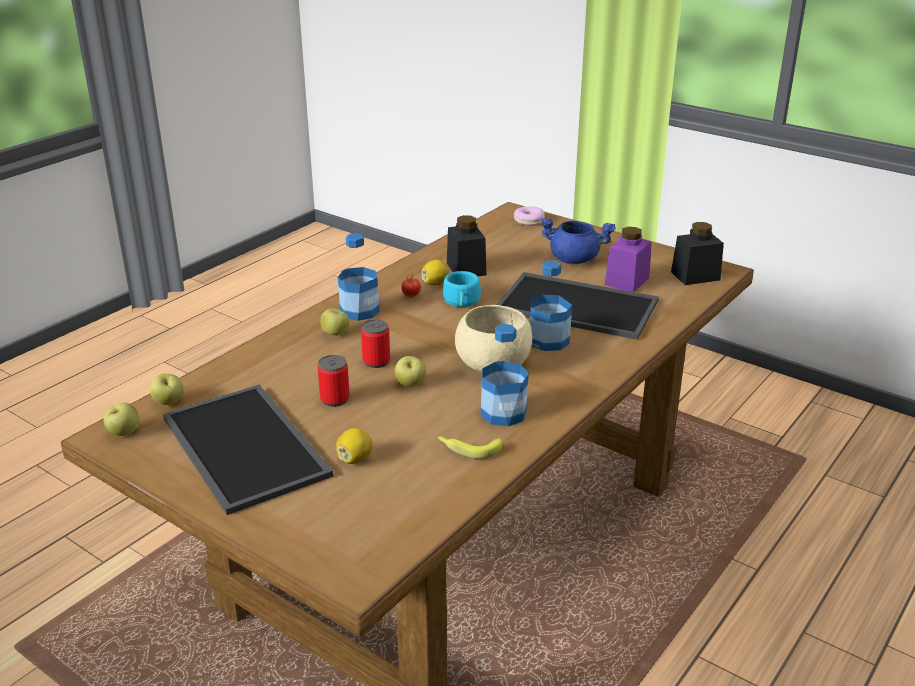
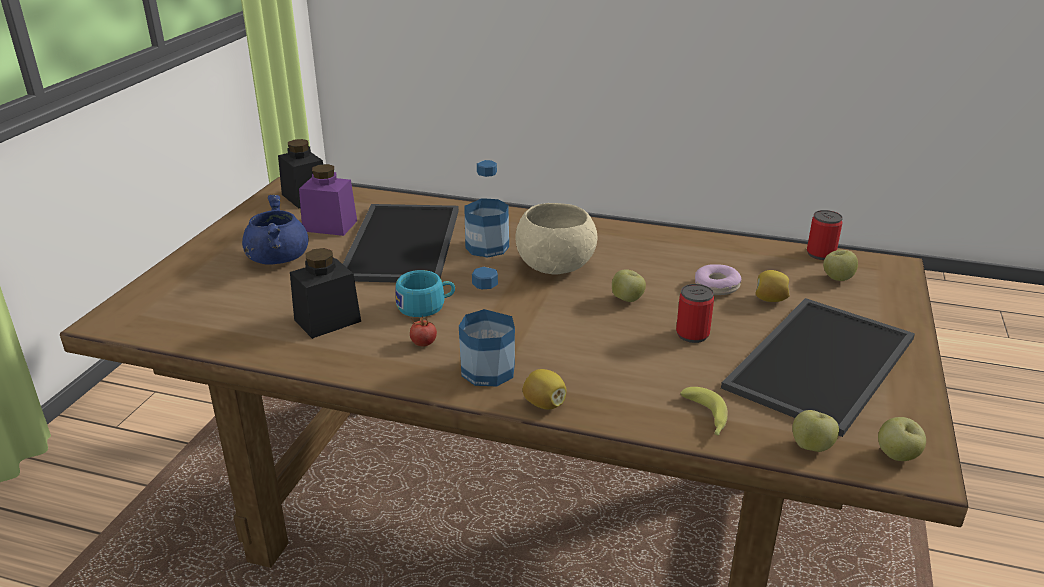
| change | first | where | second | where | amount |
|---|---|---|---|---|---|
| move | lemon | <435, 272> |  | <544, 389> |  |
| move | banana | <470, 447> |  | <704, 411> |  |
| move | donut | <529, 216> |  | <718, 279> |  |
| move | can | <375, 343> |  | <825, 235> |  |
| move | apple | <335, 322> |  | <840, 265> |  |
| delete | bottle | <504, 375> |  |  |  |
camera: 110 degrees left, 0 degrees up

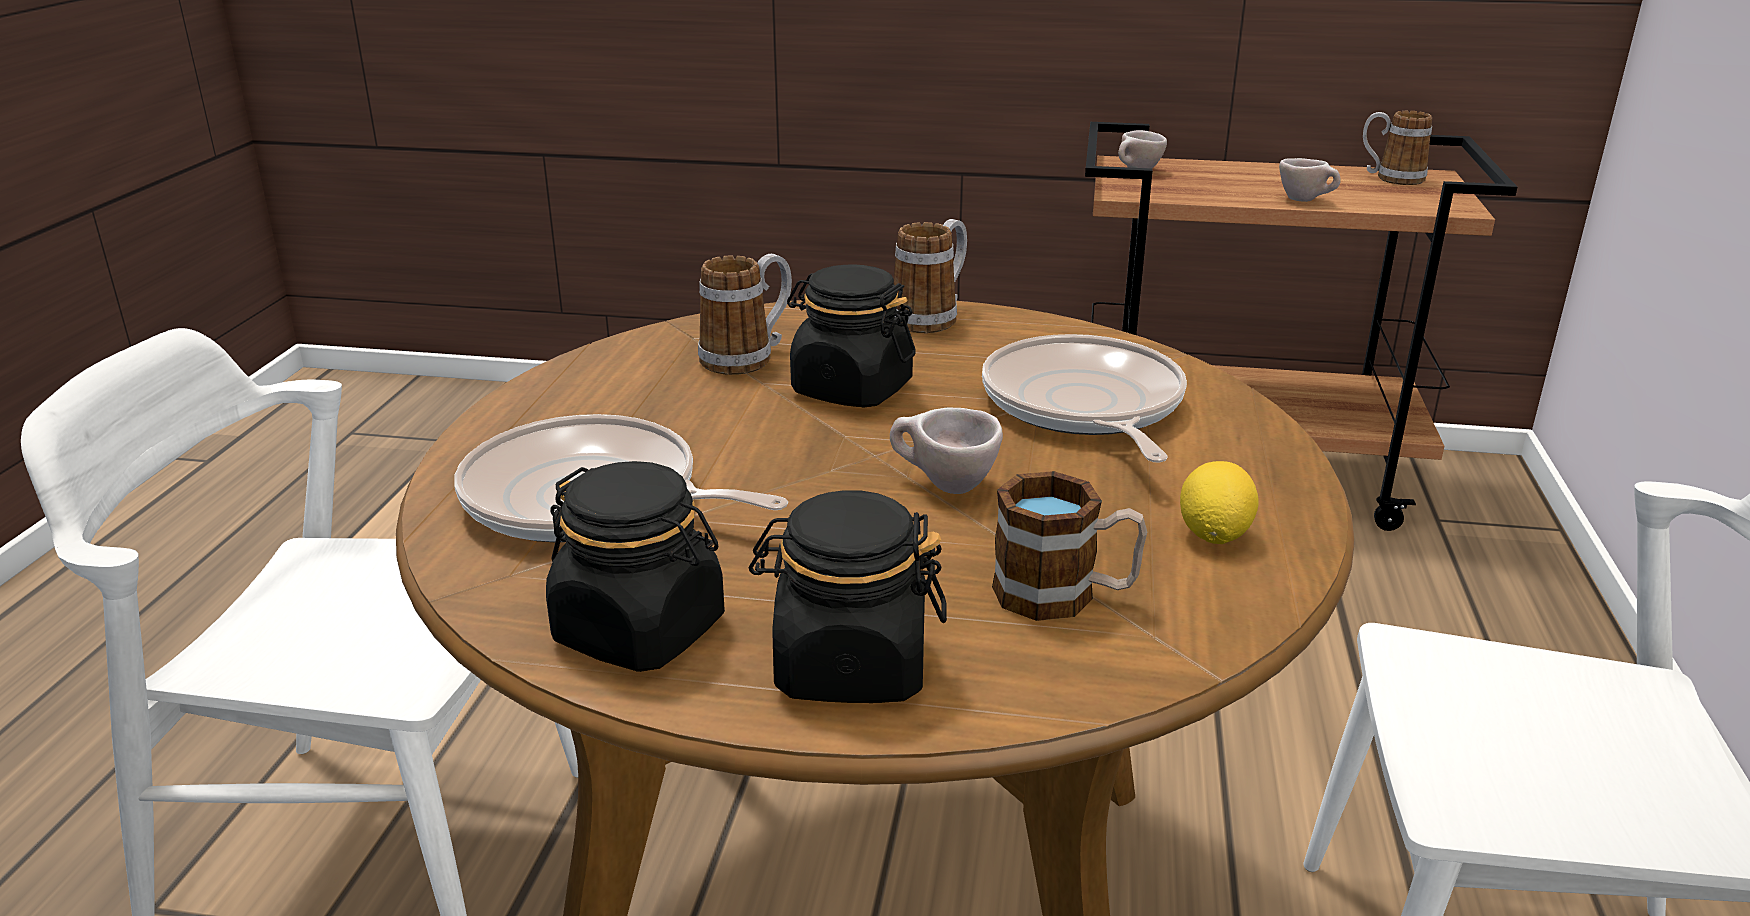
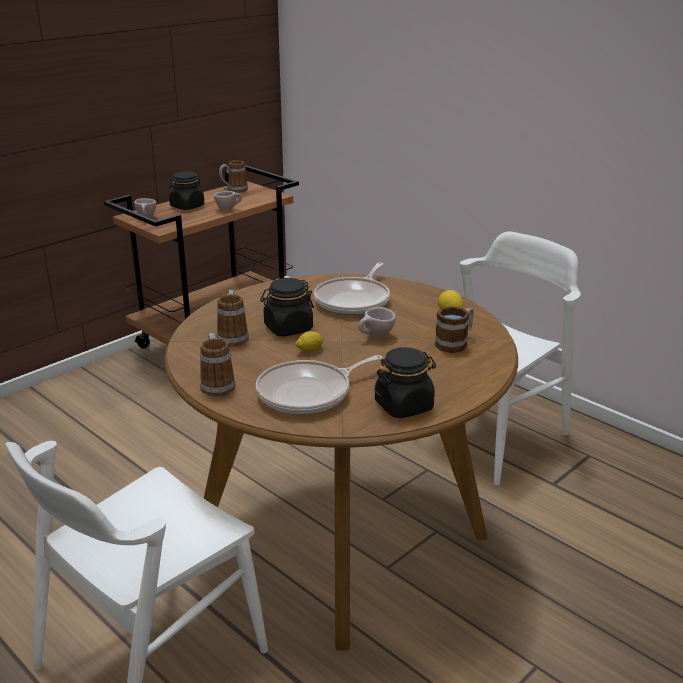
| change | first | where | second | where | amount |
|---|---|---|---|---|---|
| move | black jar | <848, 596> |  | <186, 190> |  |
| move | mug | <930, 276> |  | <218, 364> |  |
| insert |  |  | lemon | <309, 341> |  |
| rotate | frying pan | <1084, 398> |  | <352, 289> | 90 degrees counterclockwise |
camera: 55 degrees left, 0 degrees up

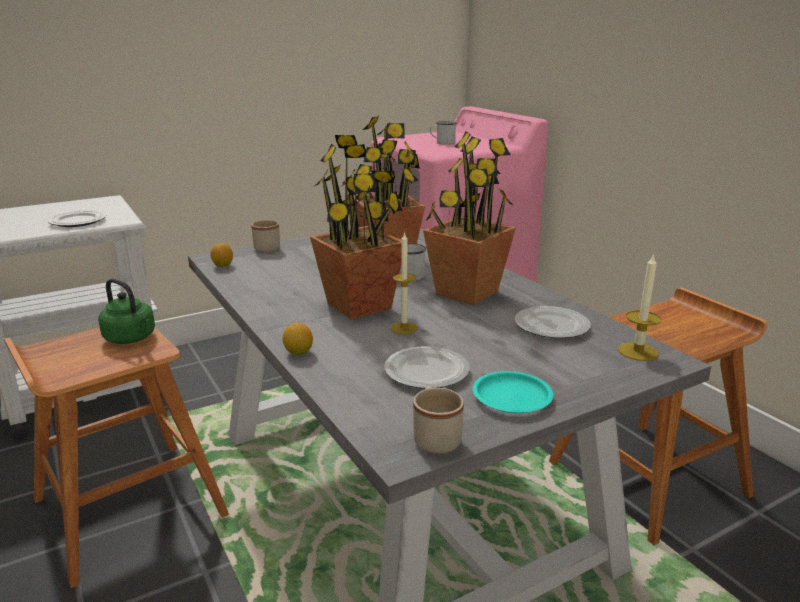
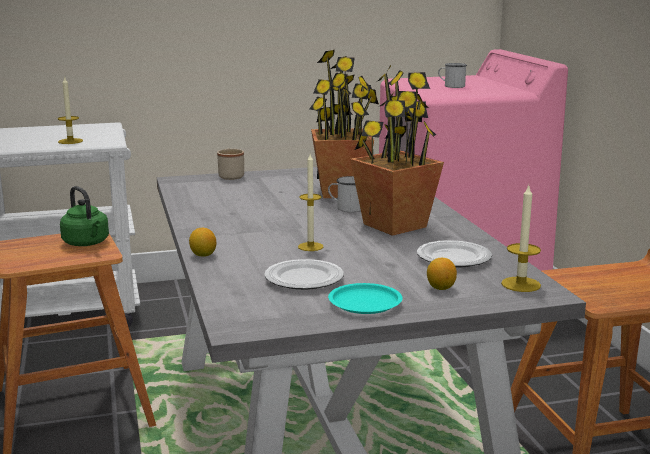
| change | first | where | second | where | amount |
|---|---|---|---|---|---|
| replace | plate | <77, 218> | candle | <70, 110> |  |
| move | lemon | <221, 255> |  | <442, 274> |  |
| delete | potted plant | <356, 227> |  |  |  |
| delete | beige mug | <438, 420> |  |  |  |
camera: 15 degrees right, 5 degrees down

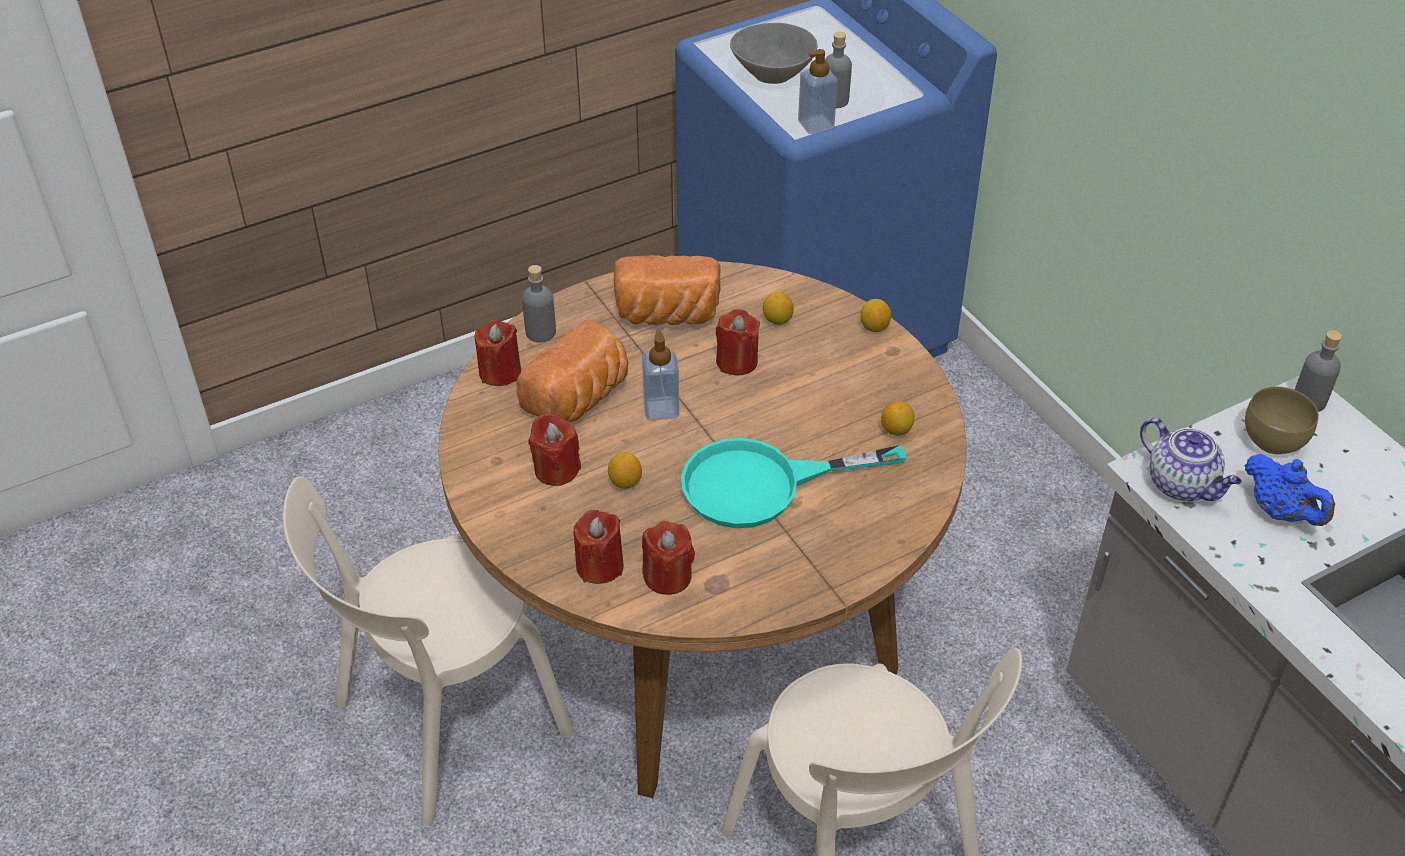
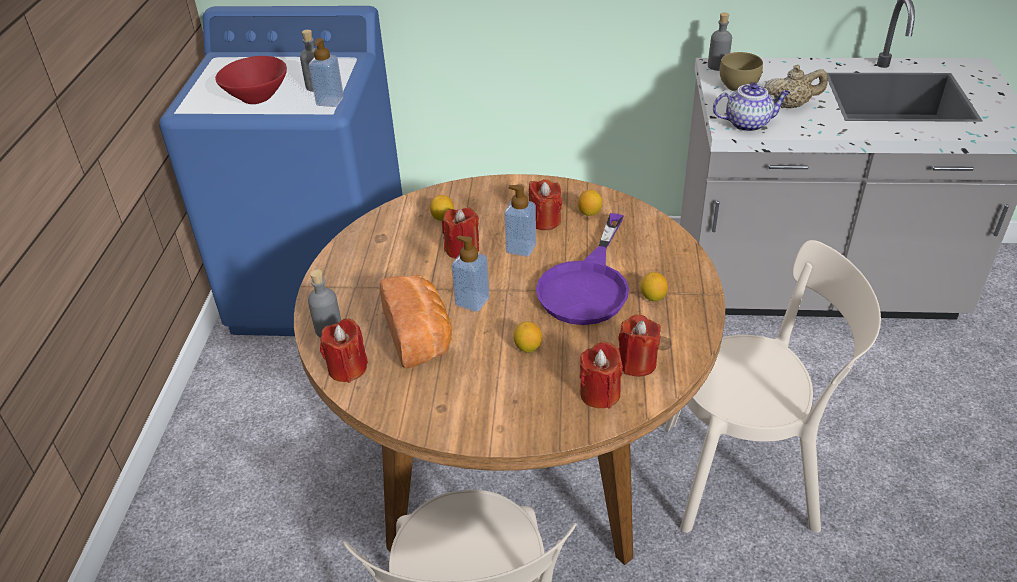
| change | first | where | second | where | amount |
|---|---|---|---|---|---|
| recolor | grey bowl | <774, 53> | red bowl | <251, 80> |  |
| insert |  |  | soap dispenser | <520, 221> |  |
| move | red candle | <554, 449> |  | <545, 204> |  |
| recolor | turquoise frying pan | <794, 483> | purple frying pan | <582, 269> |  |
| move | lemon | <875, 315> |  | <654, 287> |  |
| recolor | blue teapot | <1289, 490> | beige teapot | <796, 86> |  |
| delete | bread | <667, 290> |  |  |  |
camera: 55 degrees left, 5 degrees down

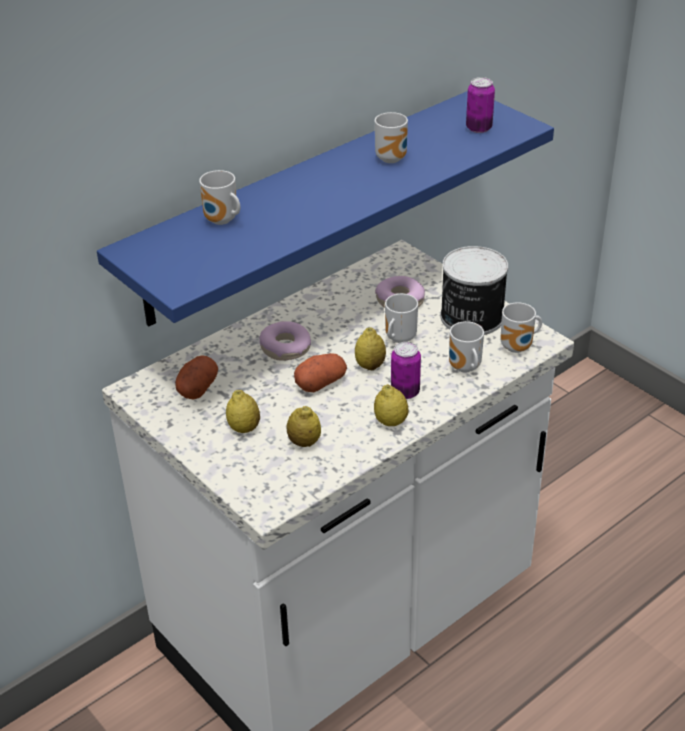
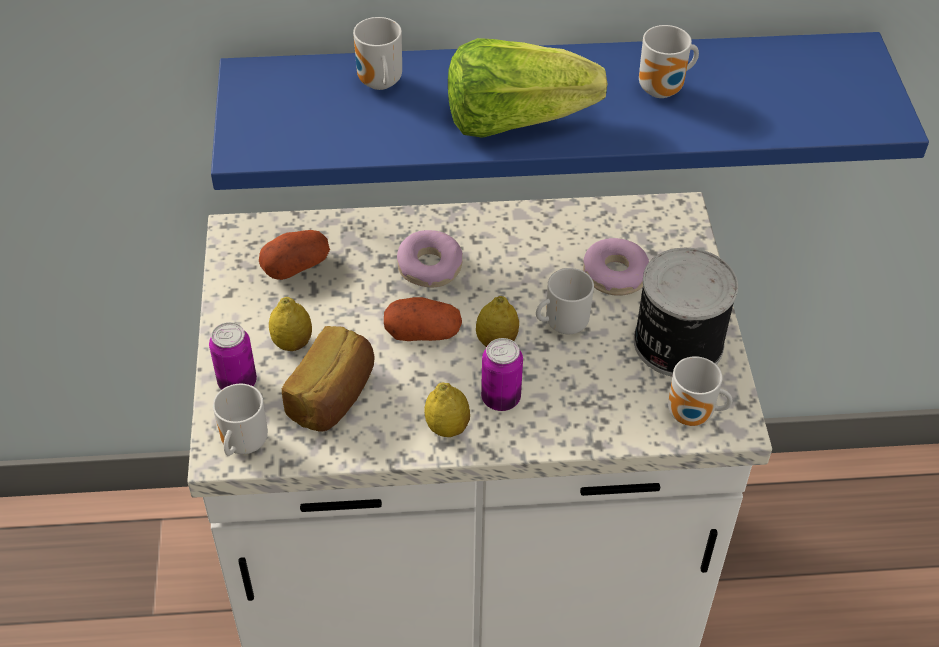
| change | first | where | second | where | amount |
|---|---|---|---|---|---|
| move | can | <480, 105> |  | <233, 356> |  |
| move | mug | <466, 346> |  | <240, 420> |  |
| replace | lemon | <304, 426> | bread | <328, 378> |  |
| insert |  |  | lettuce | <528, 88> |  |
camera: 35 degrees right, 10 degrees up

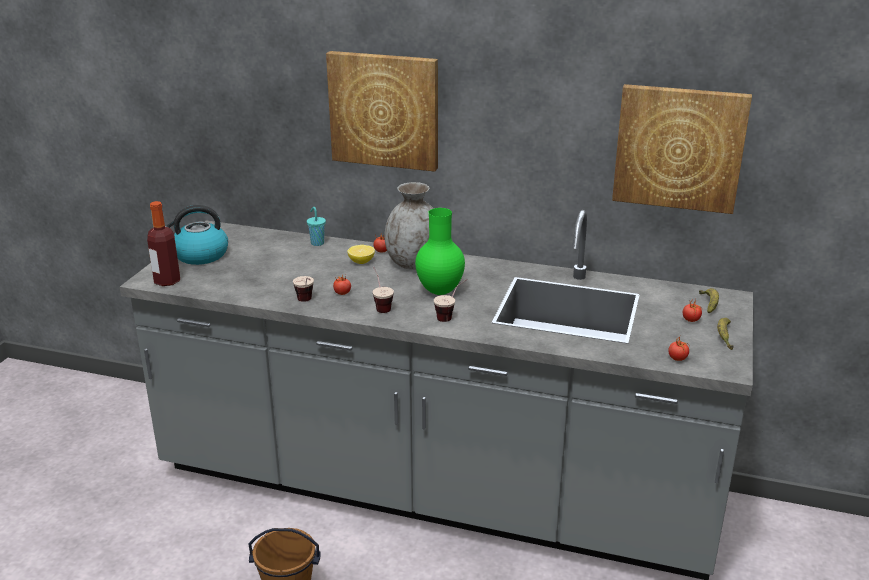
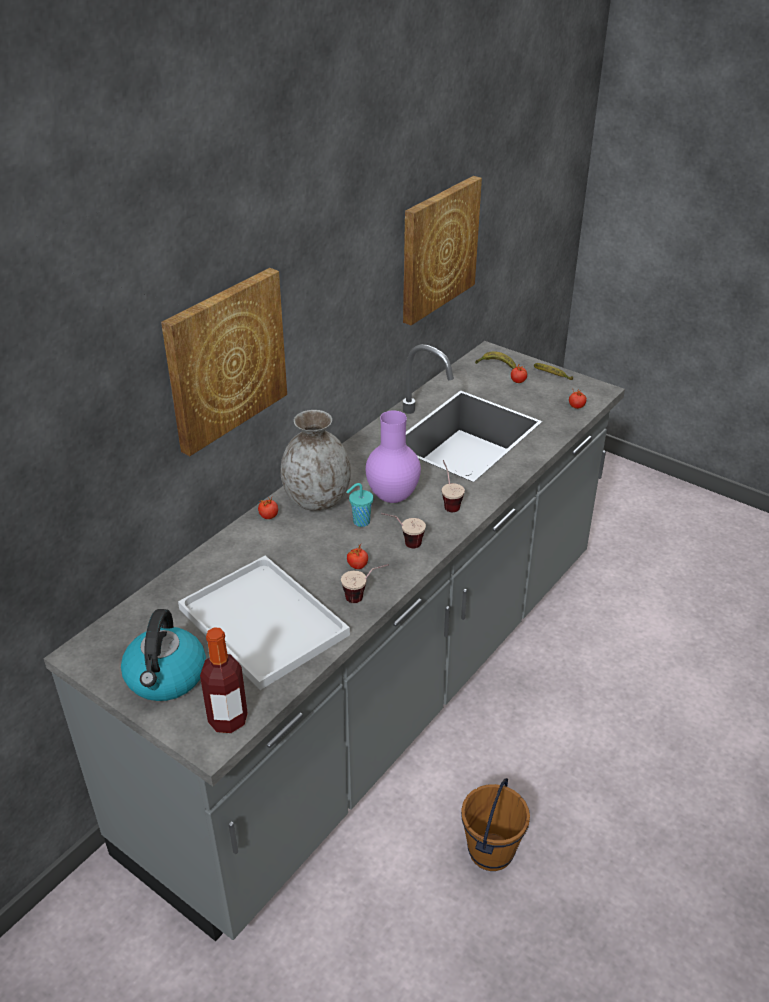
| change | first | where | second | where | amount |
|---|---|---|---|---|---|
| insert |  |  | white tray | <264, 623> |  |
| move | turquoise cup | <316, 226> |  | <360, 505> |  |
| recolor | green vase | <440, 251> | purple vase | <393, 456> |  |
| delete | lemon | <361, 254> |  |  |  |
camera: 70 degrees left, 10 degrees up

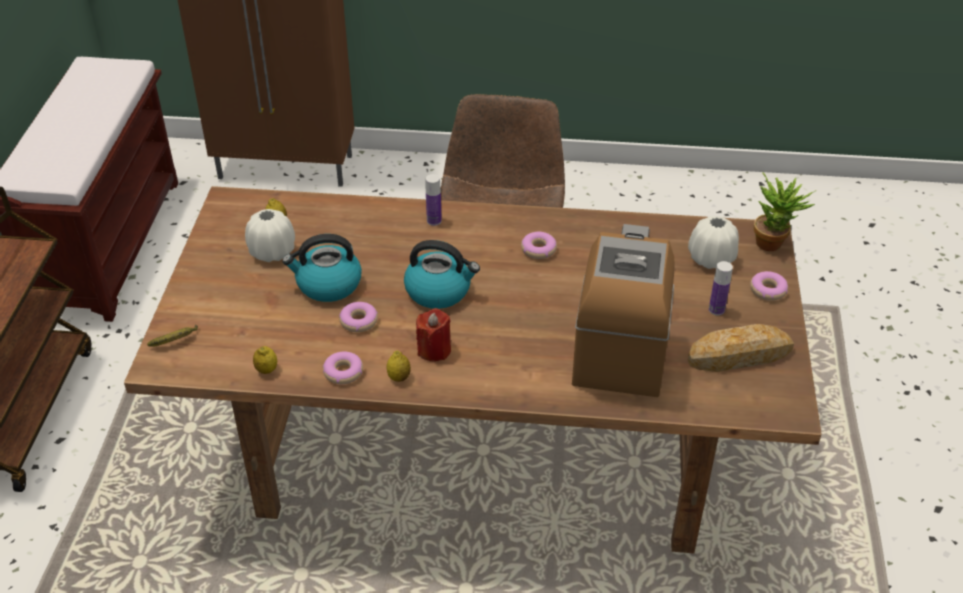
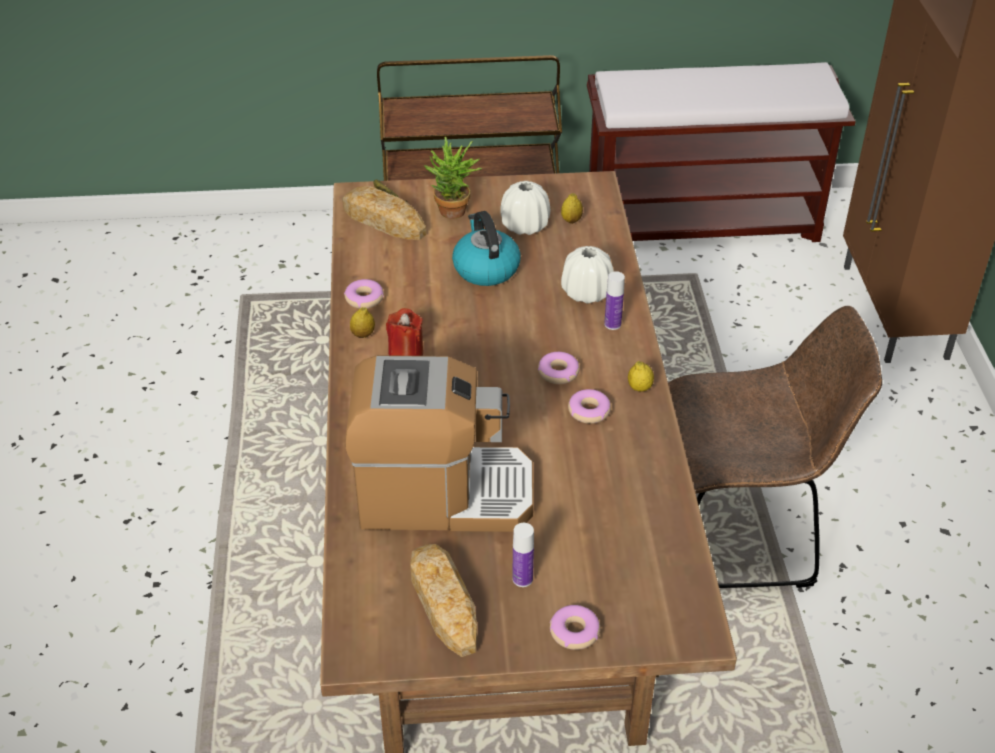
| change | first | where | second | where | amount |
|---|---|---|---|---|---|
| insert |  |  | bread | <384, 213> |  |
| move | potted plant | <784, 212> |  | <453, 177> |  |
| move | donut | <358, 317> |  | <559, 368> |  |
| move | white vase | <713, 242> |  | <587, 275> |  |
| move | lemon | <265, 360> |  | <641, 376> |  |
| delete | kettle | <442, 274> |  |  |  |
camera: 80 degrees right, 0 degrees up

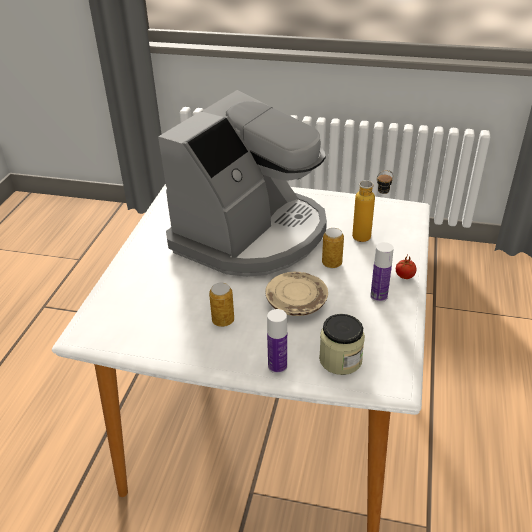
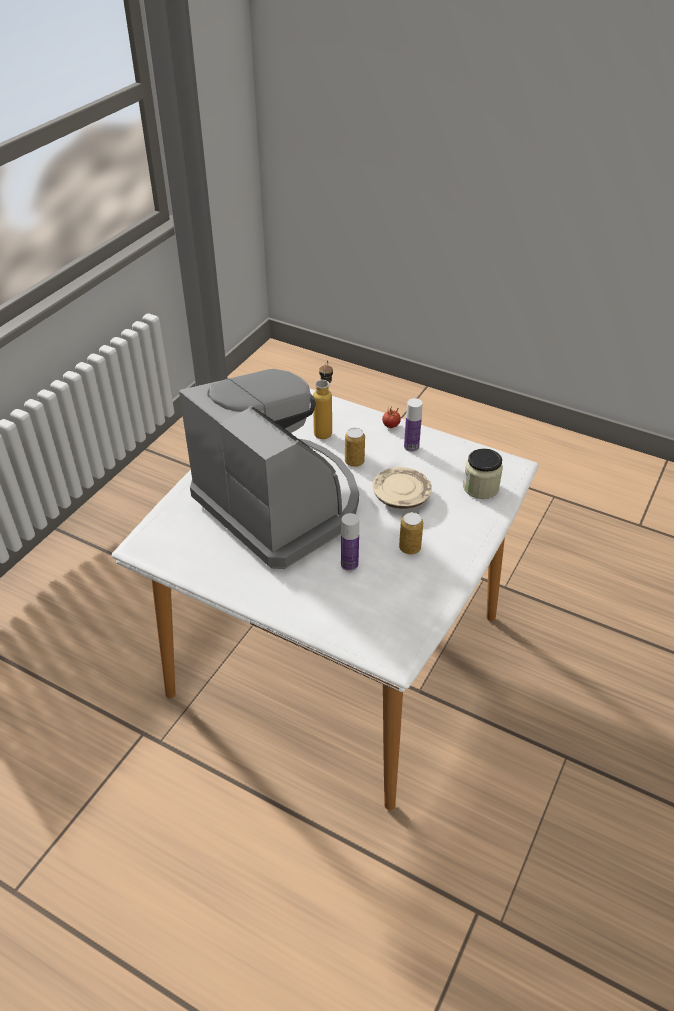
| change | first | where | second | where | amount |
|---|---|---|---|---|---|
| move | bottle | <277, 341> |  | <350, 542> |  |
camera: 75 degrees left, 5 degrees up

